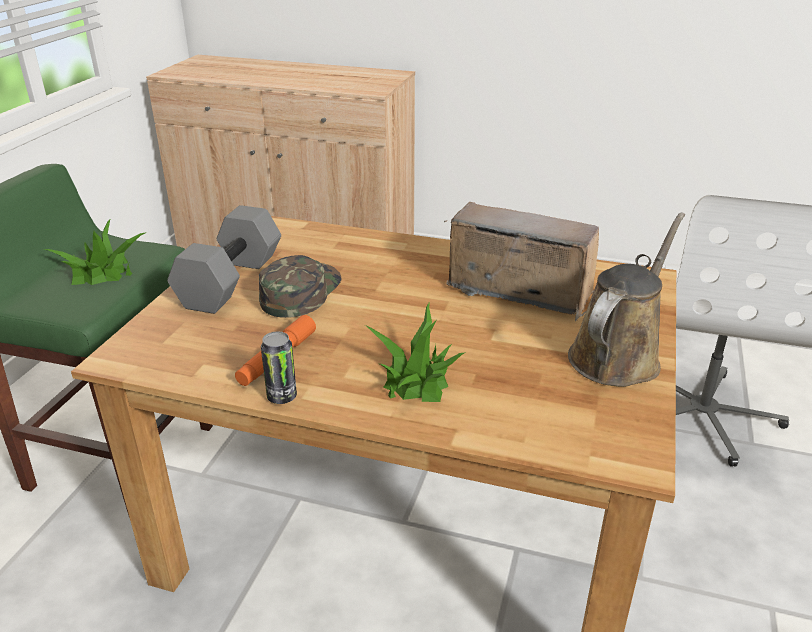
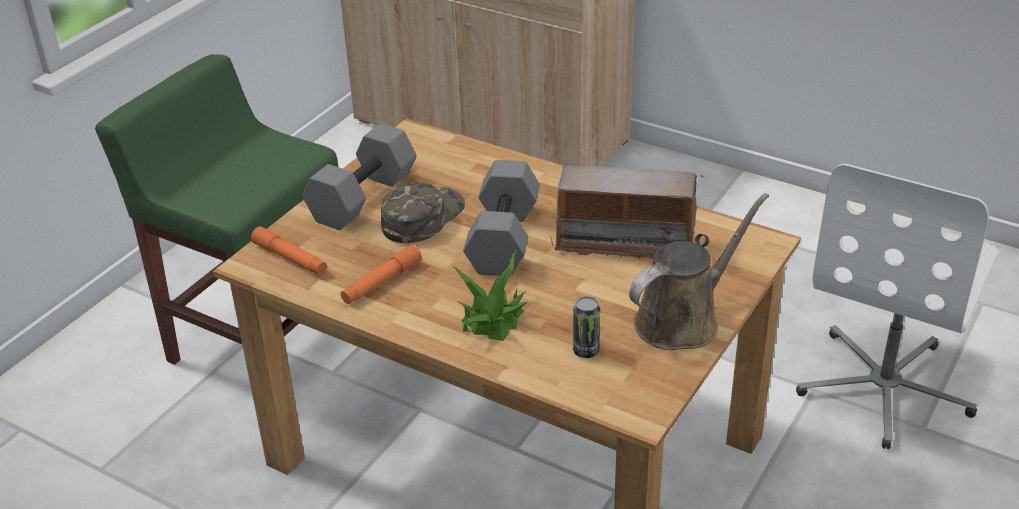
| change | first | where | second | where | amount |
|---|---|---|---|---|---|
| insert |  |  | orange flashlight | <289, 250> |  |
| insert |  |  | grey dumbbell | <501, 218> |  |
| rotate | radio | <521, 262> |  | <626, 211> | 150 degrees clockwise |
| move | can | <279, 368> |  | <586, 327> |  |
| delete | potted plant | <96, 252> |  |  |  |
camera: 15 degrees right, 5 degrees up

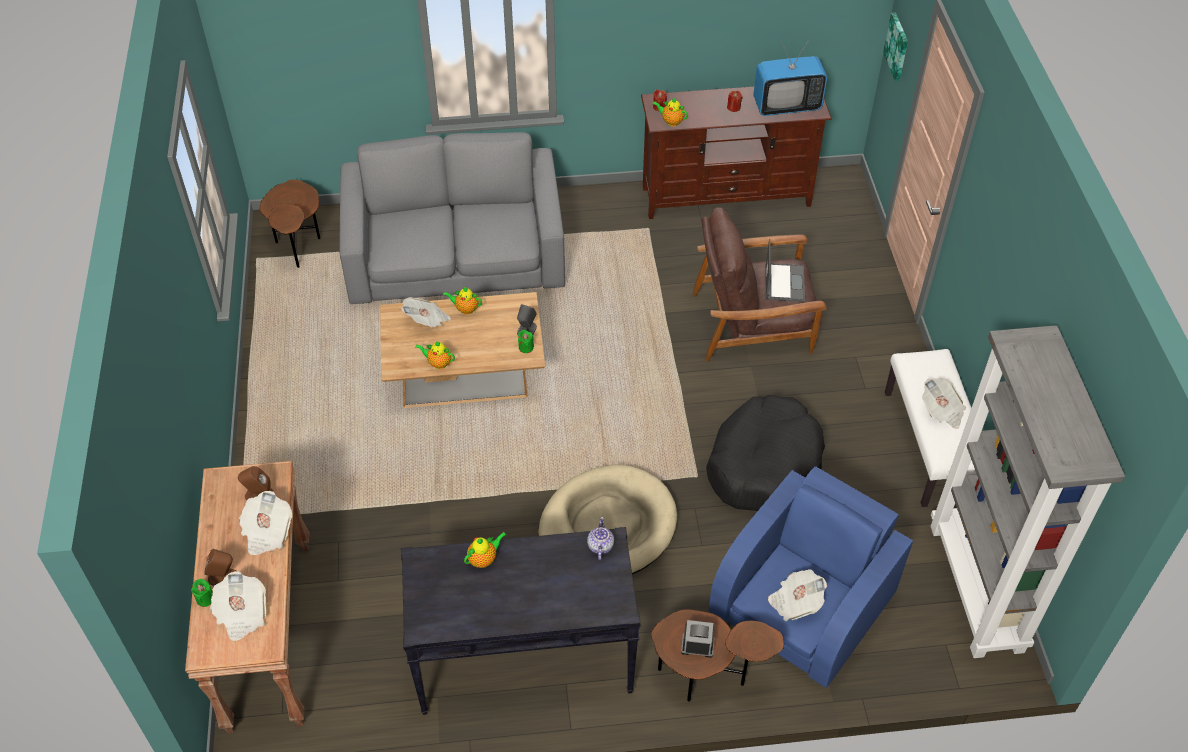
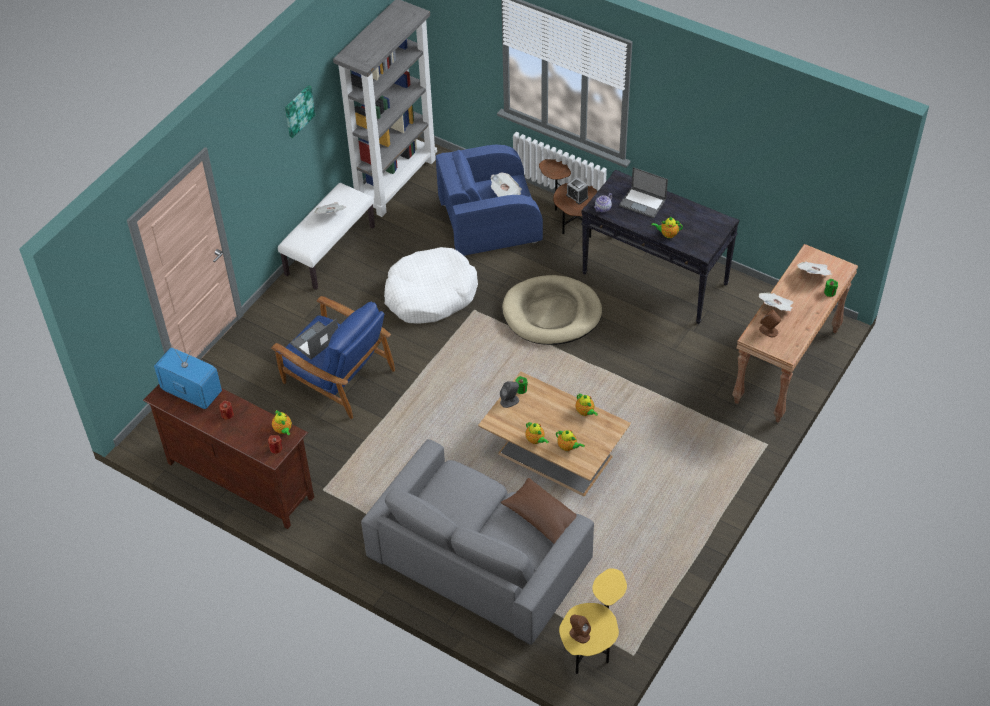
| change | first | where | second | where | amount |
|---|---|---|---|---|---|
| recolor | brown armchair | <760, 284> | blue armchair | <333, 357> |  |
| move | picture | <895, 46> |  | <300, 111> |  |
| recolor | black dog bed | <765, 453> | white dog bed | <431, 285> |  |
| insert |  |  | brown pillow | <539, 511> |  |
| replace | newspaper | <426, 312> | teapot | <570, 440> |  |
| recolor | brown side table | <290, 224> | yellow side table | <593, 621> |  |
| move | brown speaker | <220, 567> |  | <580, 629> |  |
| insert |  |  | laptop | <643, 192> |  |
camera: 140 degrees left, 0 degrees up

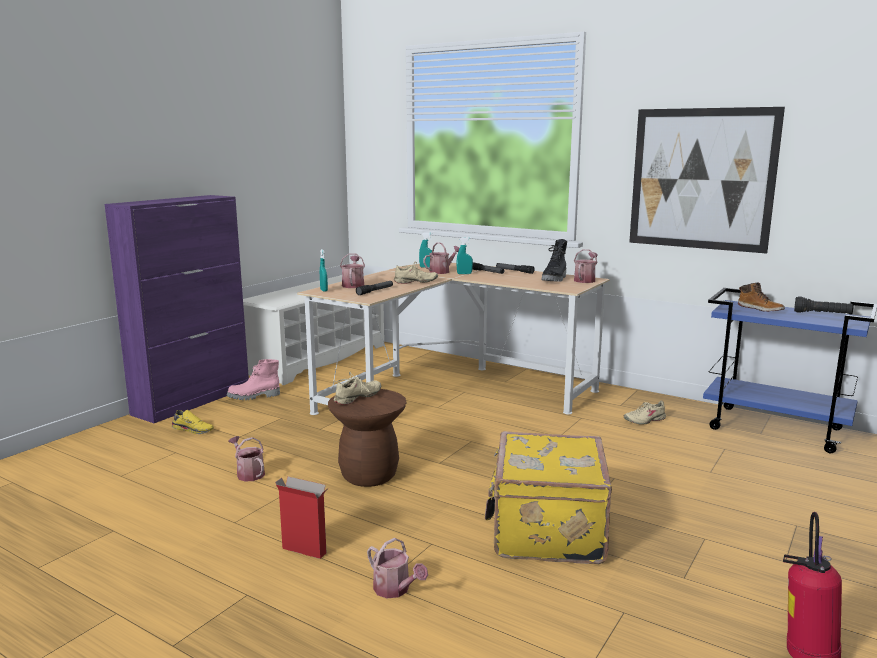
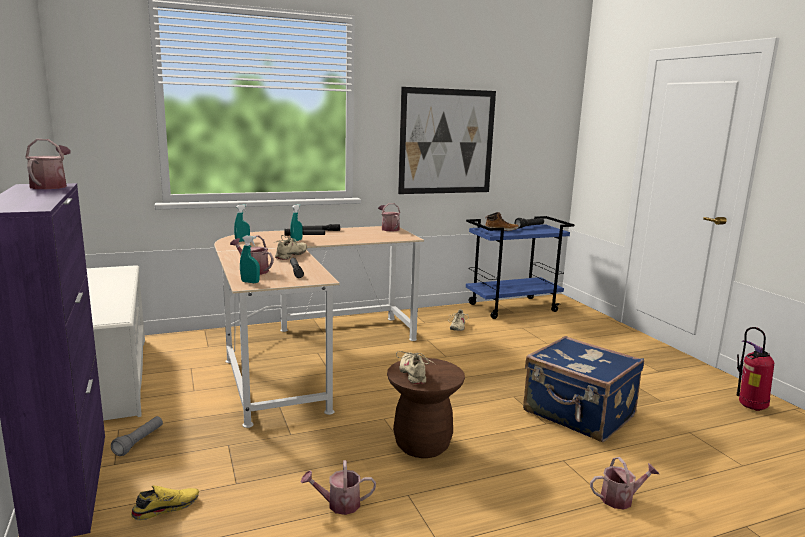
| change | first | where | second | where | amount |
|---|---|---|---|---|---|
| move | watering can | <441, 258> |  | <48, 164> |  |
| replace | pink boot | <253, 379> | grey flashlight | <137, 436> |  |
| recolor | yellow suitcase | <548, 497> | blue suitcase | <583, 389> |  |
| delete | cardboard box | <301, 517> |  |  |  |
| delete | black boot | <554, 260> |  |  |  |
camera: 55 degrees left, 0 degrees up

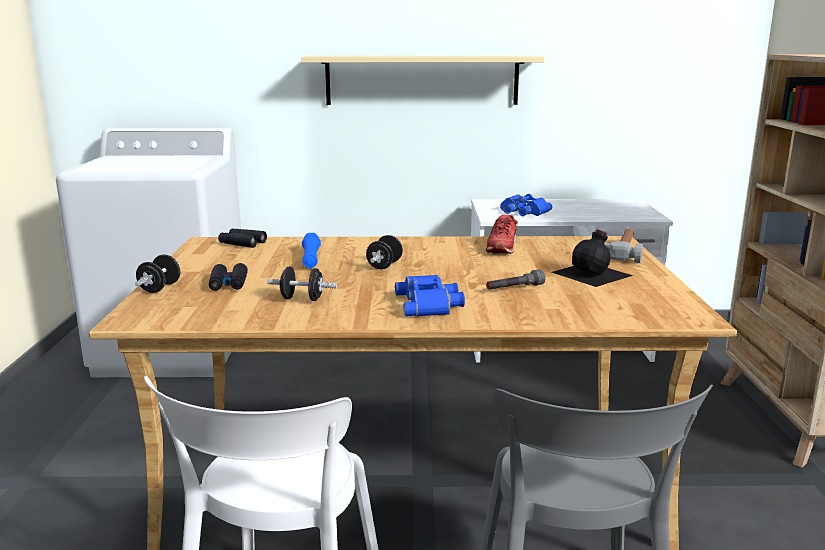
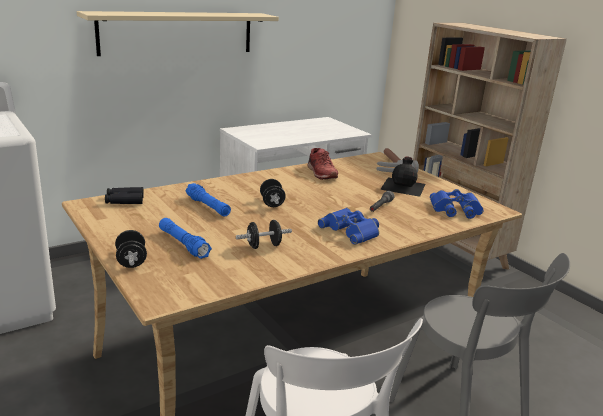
| change | first | where | second | where | amount |
|---|---|---|---|---|---|
| replace | black binoculars | <228, 277> | blue flashlight | <185, 238> |  |
| move | blue binoculars | <526, 205> |  | <456, 204> |  |
camera: 35 degrees left, 5 degrees up

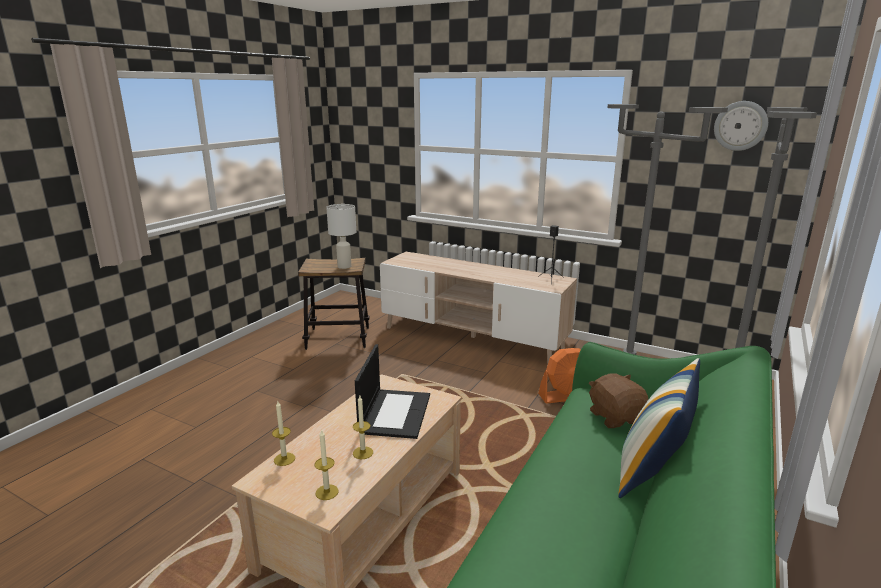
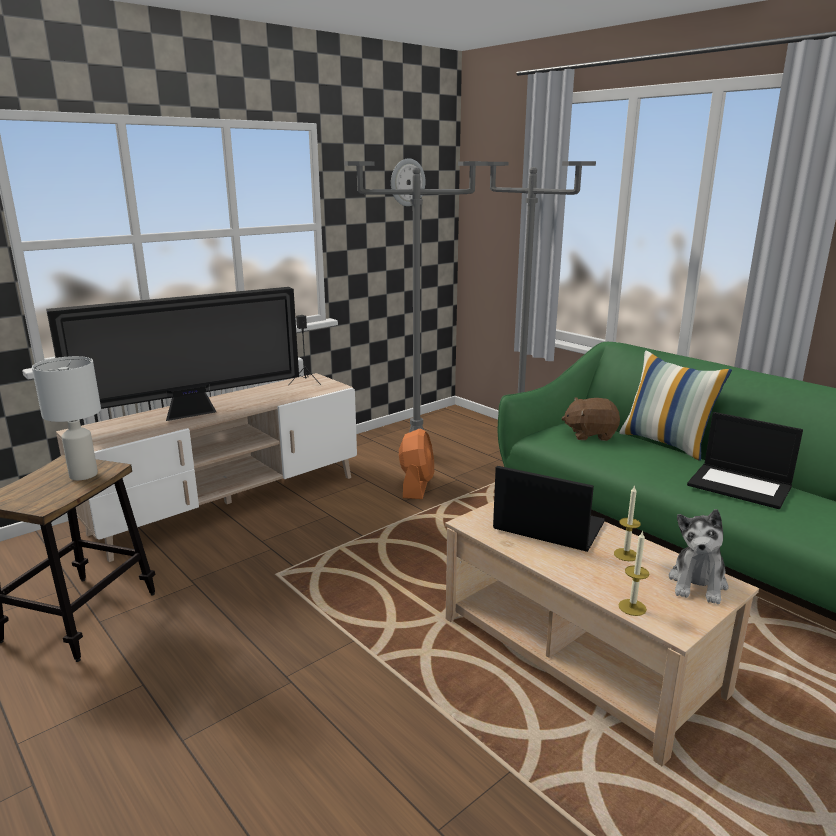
| change | first | where | second | where | amount |
|---|---|---|---|---|---|
| insert |  |  | television | <172, 354> |  |
| replace | candle | <326, 464> | plush toy | <699, 556> |  |
| insert |  |  | laptop | <745, 460> |  |
camera: 70 degrees left, 0 degrees up

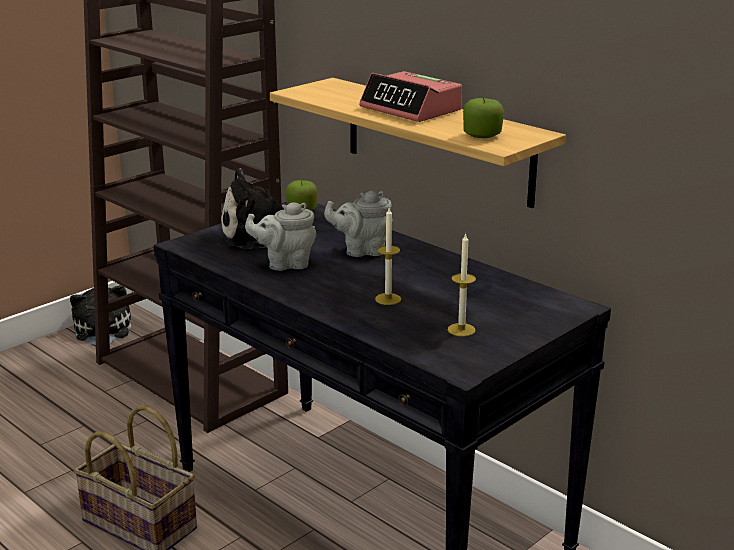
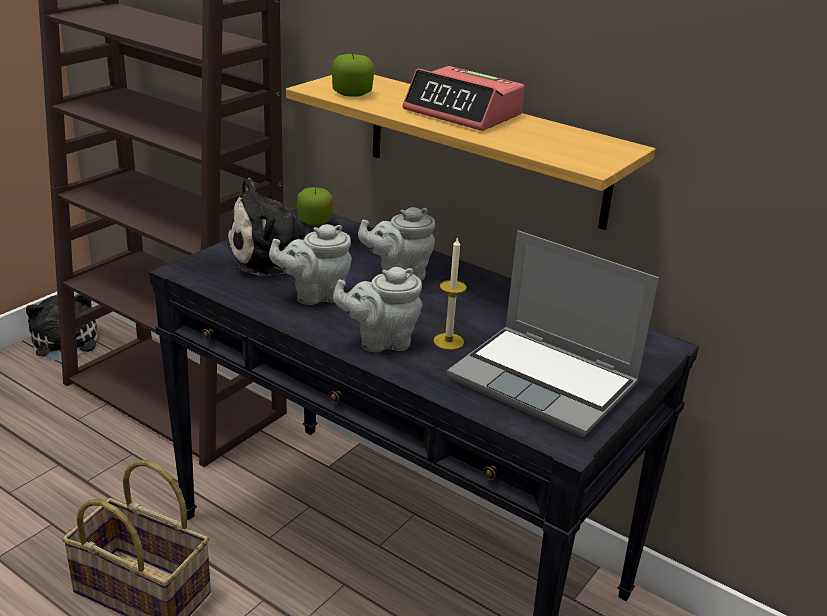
| change | first | where | second | where | amount |
|---|---|---|---|---|---|
| move | apple | <483, 117> |  | <353, 75> |  |
| insert |  |  | grey teapot | <377, 309> |  |
| replace | candle | <462, 285> | laptop | <553, 333> |  |
camera: 10 degrees left, 5 degrees up

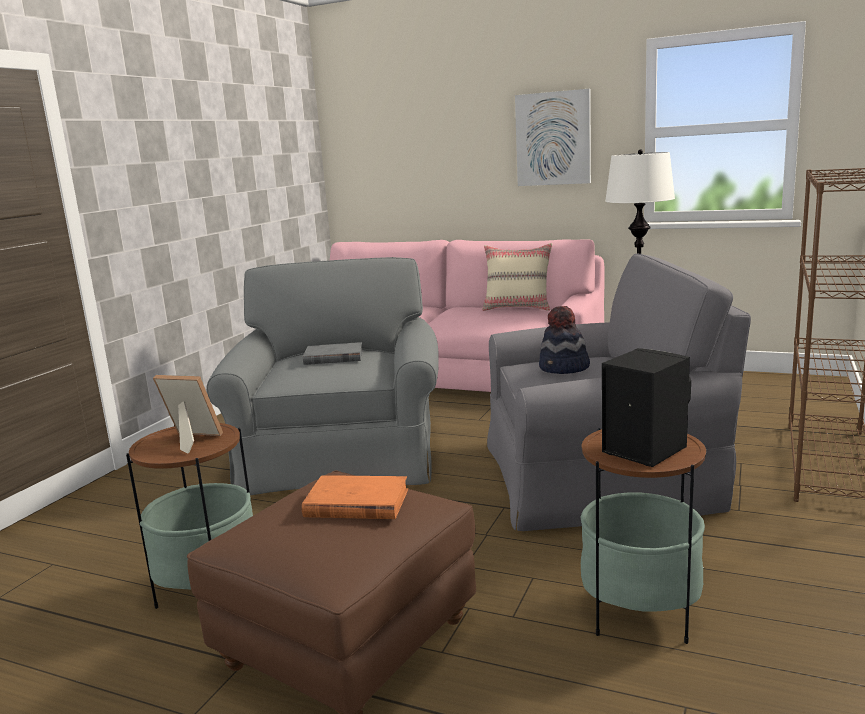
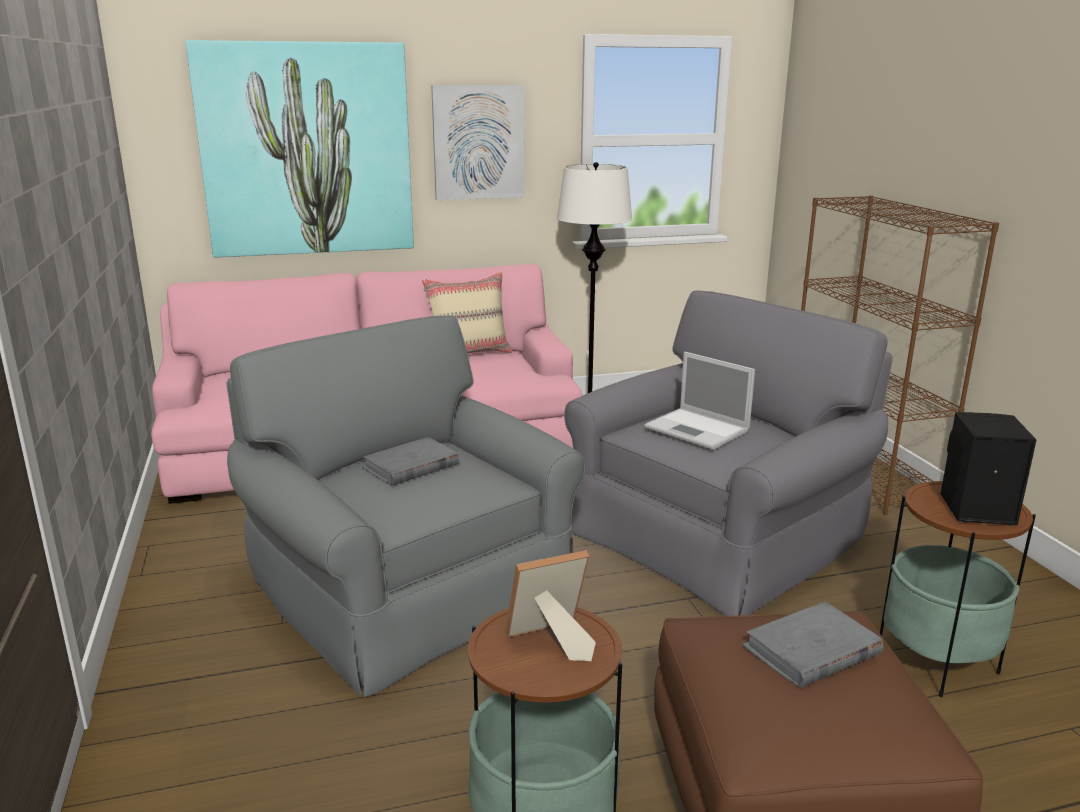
| change | first | where | second | where | amount |
|---|---|---|---|---|---|
| insert |  |  | picture | <299, 148> |  |
| replace | hat | <564, 340> | laptop | <699, 401> |  |
| recolor | orange book | <355, 497> | grey book | <813, 644> |  |
camera: 40 degrees left, 5 degrees up

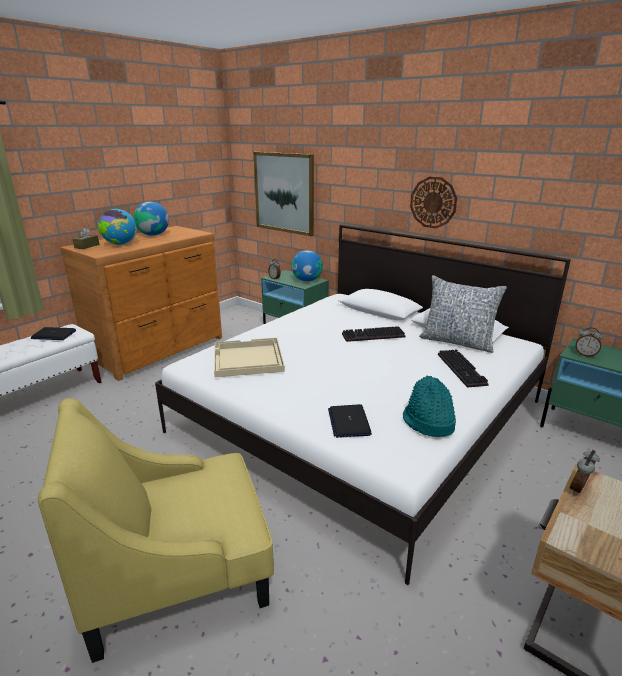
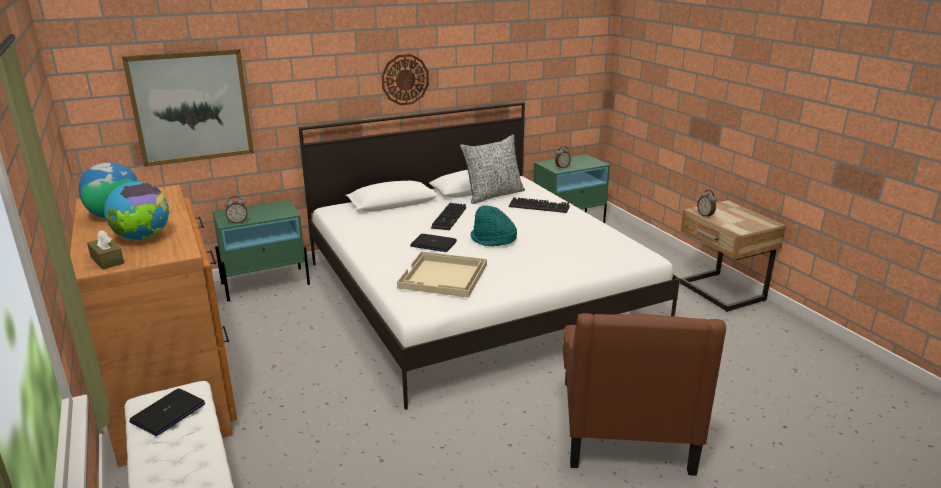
| change | first | where | second | where | amount |
|---|---|---|---|---|---|
| move | laptop | <350, 421> |  | <433, 243> |  |
| move | turquoise hat | <429, 406> |  | <494, 225> |  |
| recolor | yellow armchair | <155, 530> | brown armchair | <644, 394> |  |
| delete | globe | <307, 265> |  |  |  |
camera: 65 degrees left, 0 degrees up

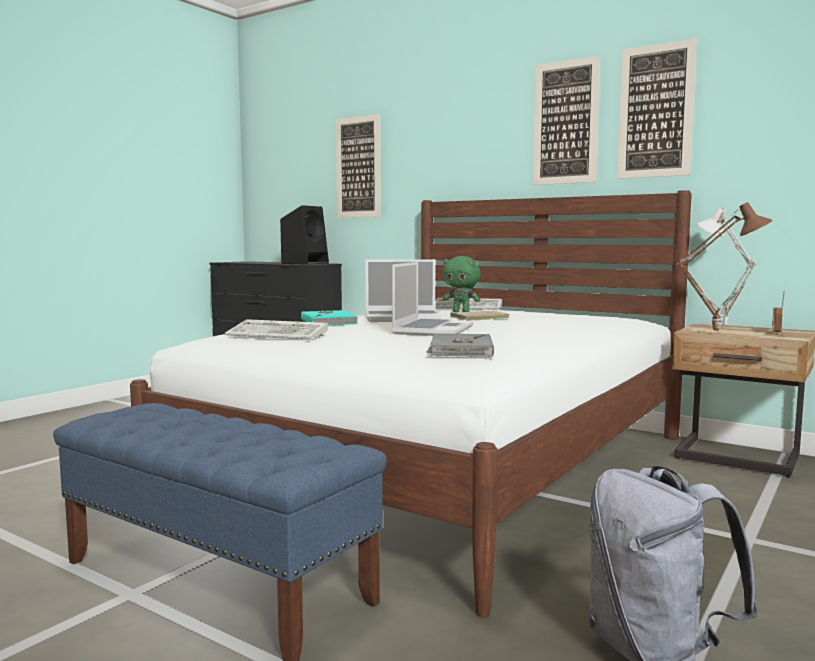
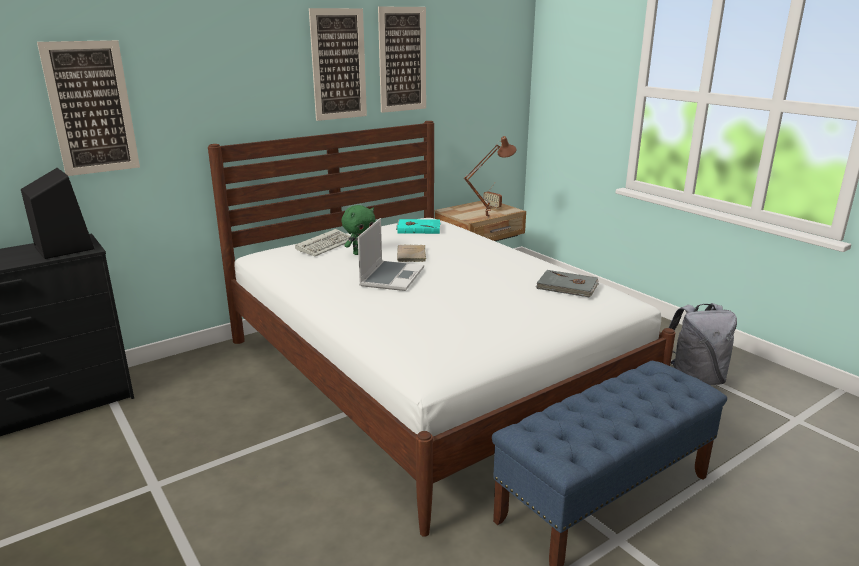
| change | first | where | second | where | amount |
|---|---|---|---|---|---|
| move | turquoise book | <329, 317> |  | <418, 226> |  |
| delete | keyboard | <276, 329> |  |  |  |
| delete | laptop | <432, 299> |  |  |  |
| delete | white table lamp | <726, 268> |  |  |  |
camera: 70 degrees left, 15 degrees up

